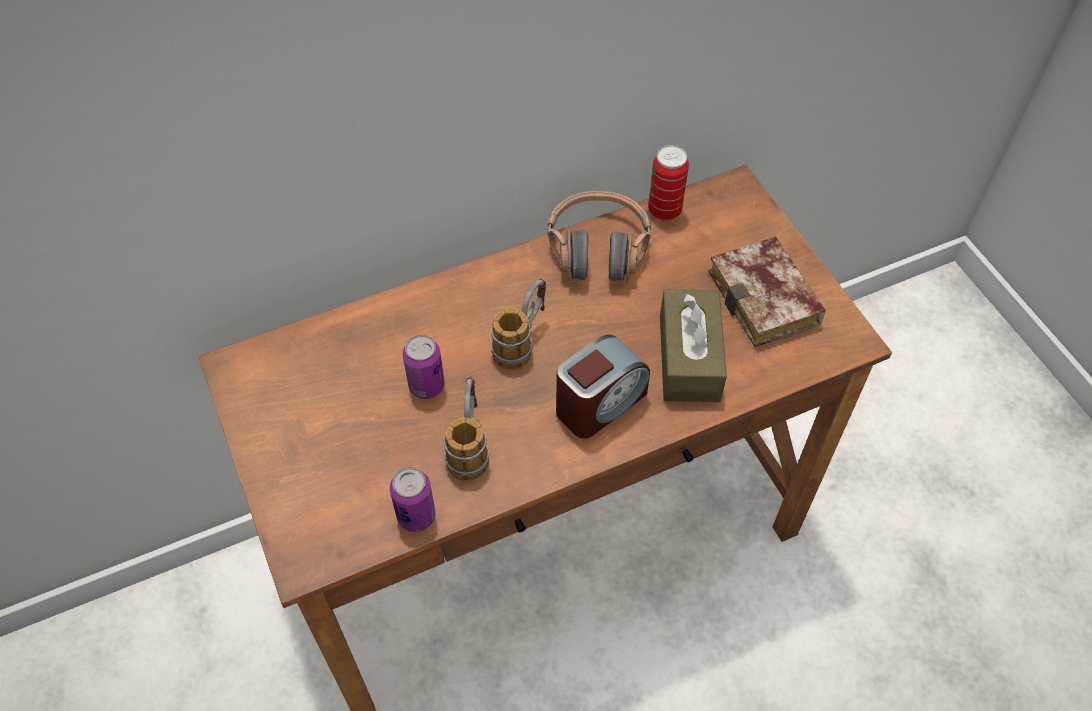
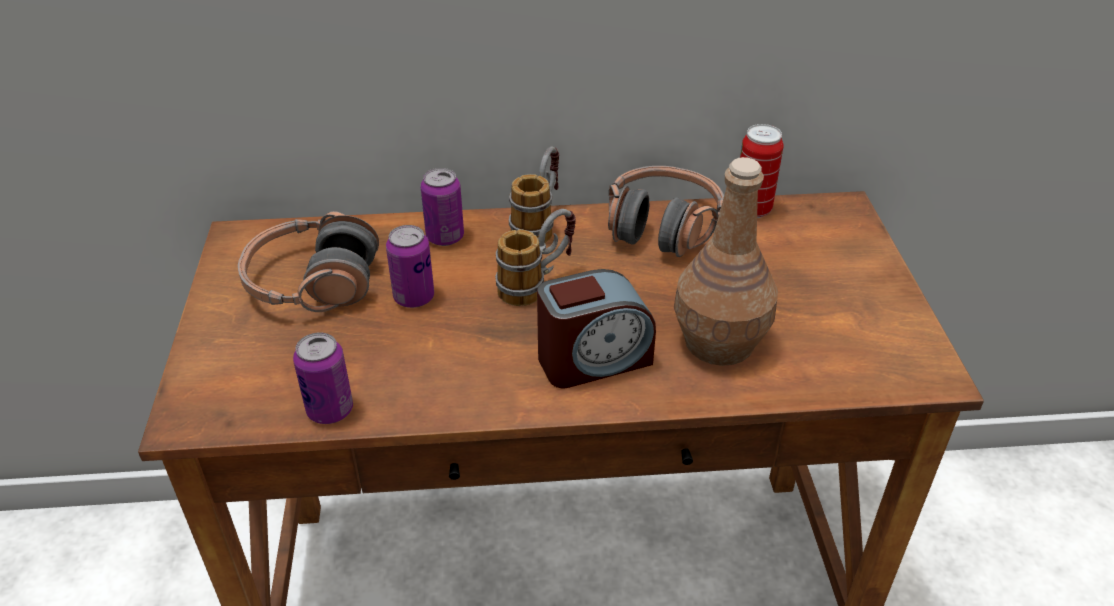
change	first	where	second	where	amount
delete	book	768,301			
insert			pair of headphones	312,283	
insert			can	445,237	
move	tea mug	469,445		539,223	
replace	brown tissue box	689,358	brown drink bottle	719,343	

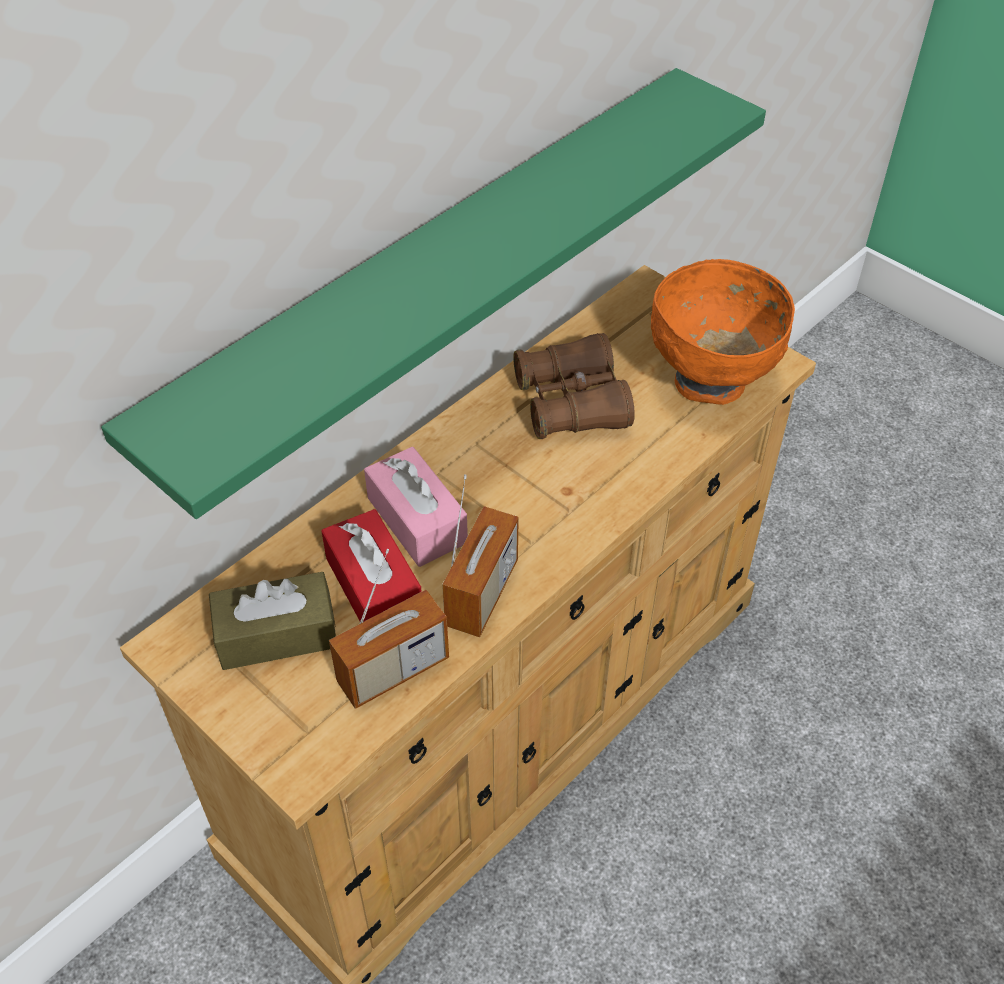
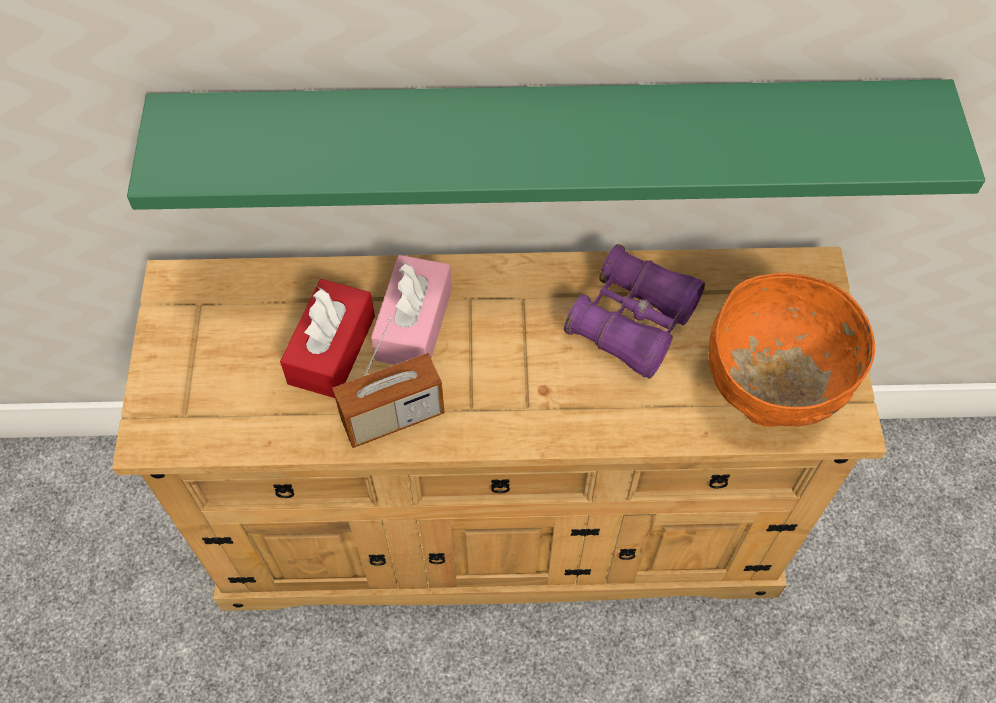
change	first	where	second	where	amount
delete	brown tissue box	277,634			
delete	radio receiver	393,671			
recolor	brown field glasses	572,403	purple field glasses	632,322	

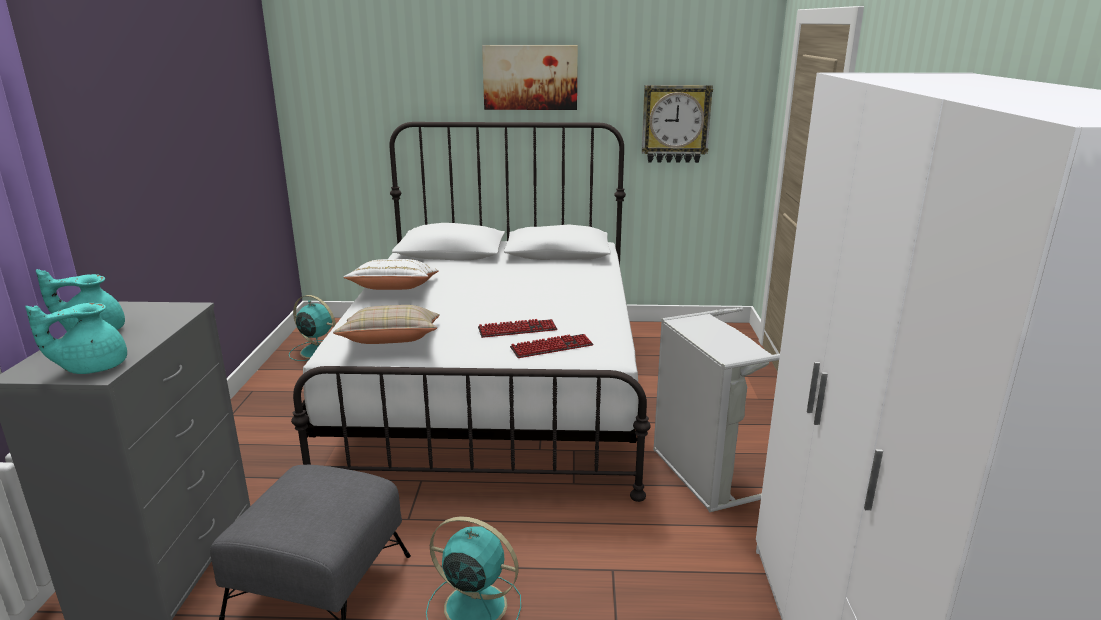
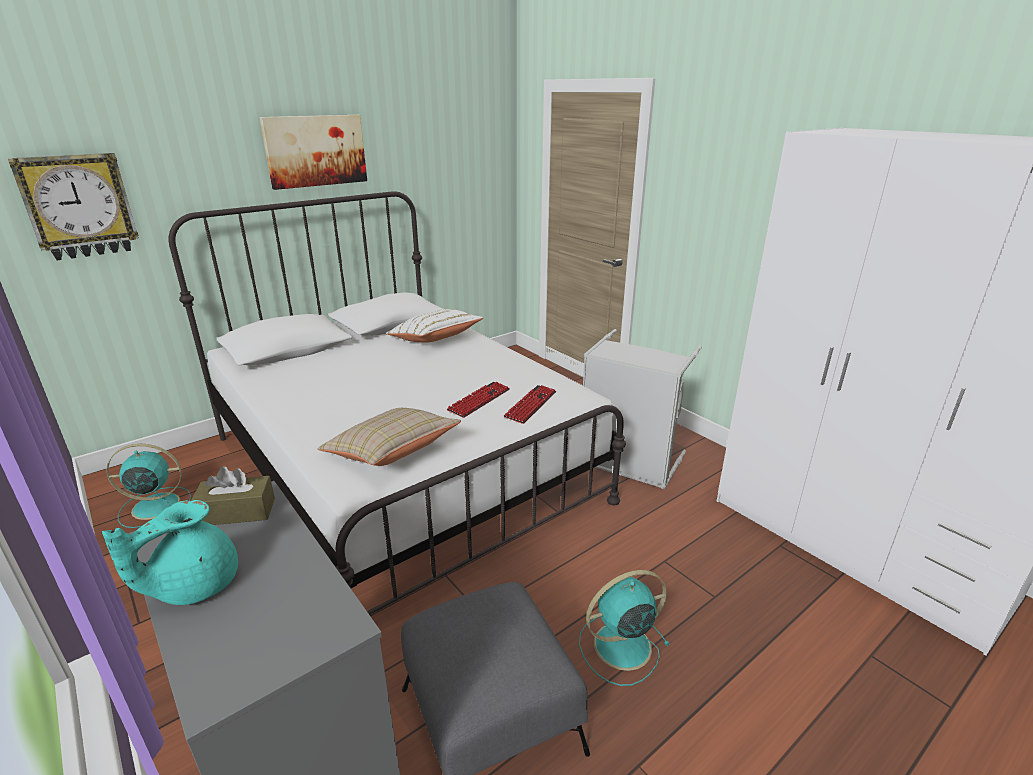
change	first	where	second	where	amount
delete	blue-green tea pot	92,367			
insert			brown tissue box	237,512	
move	white throw pillow	394,290		435,340	
move	wall clock	675,124		79,206	

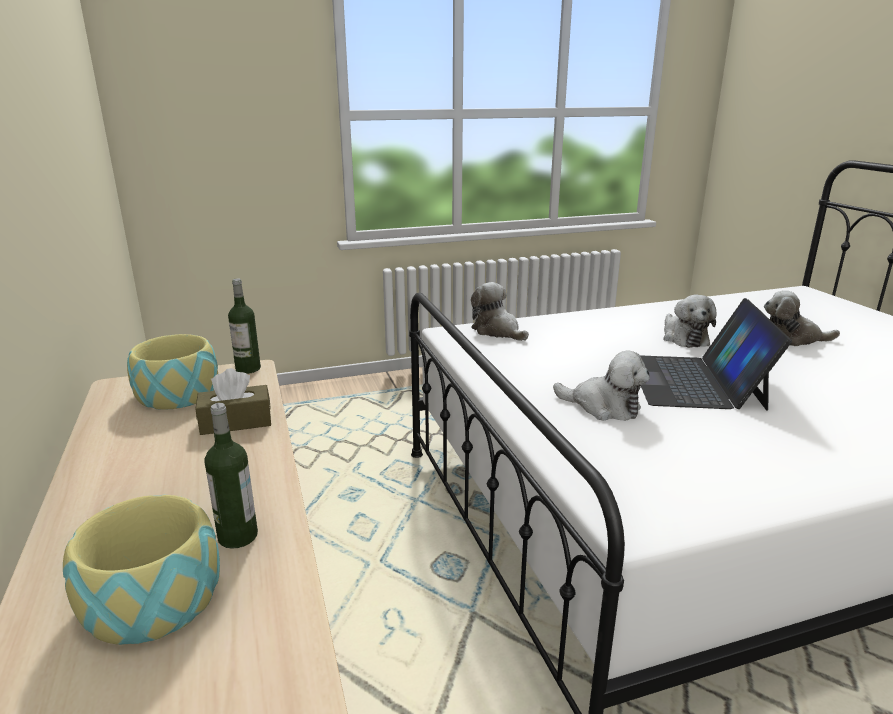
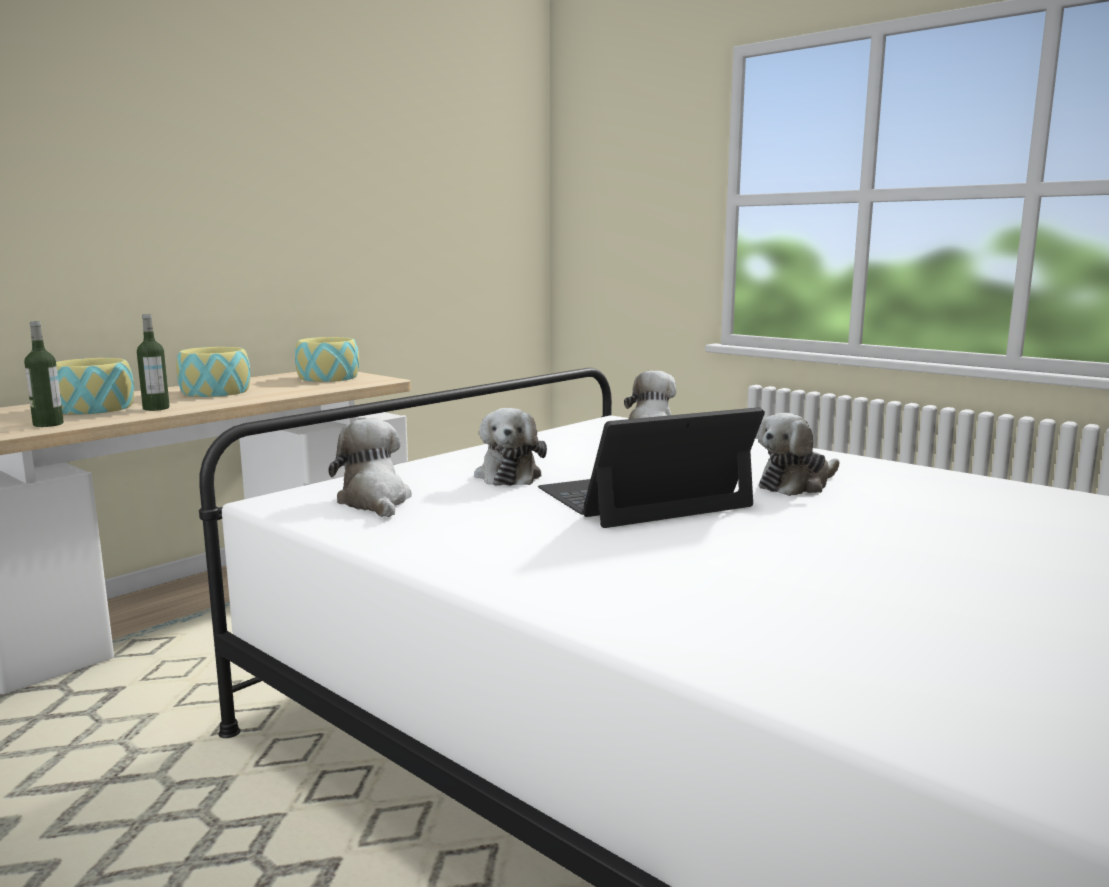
change	first	where	second	where	amount
delete	brown tissue box	236,422			
insert			serving bowl	216,392	
move	drink bottle	248,369		48,424	
move	soft toy	792,339		375,501	

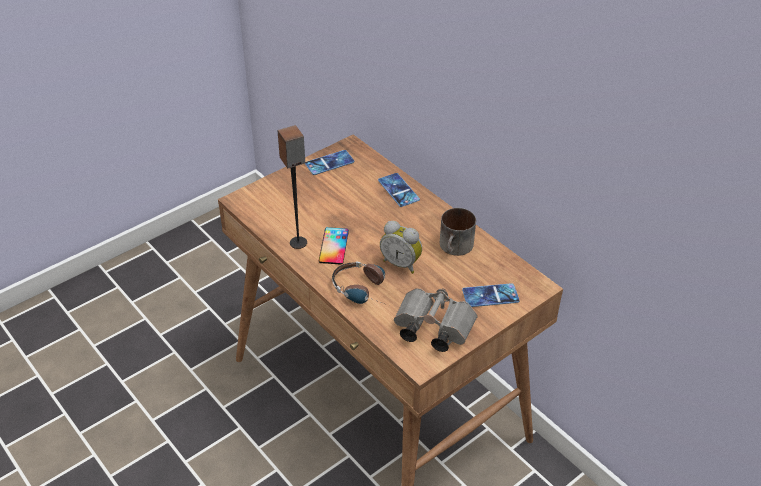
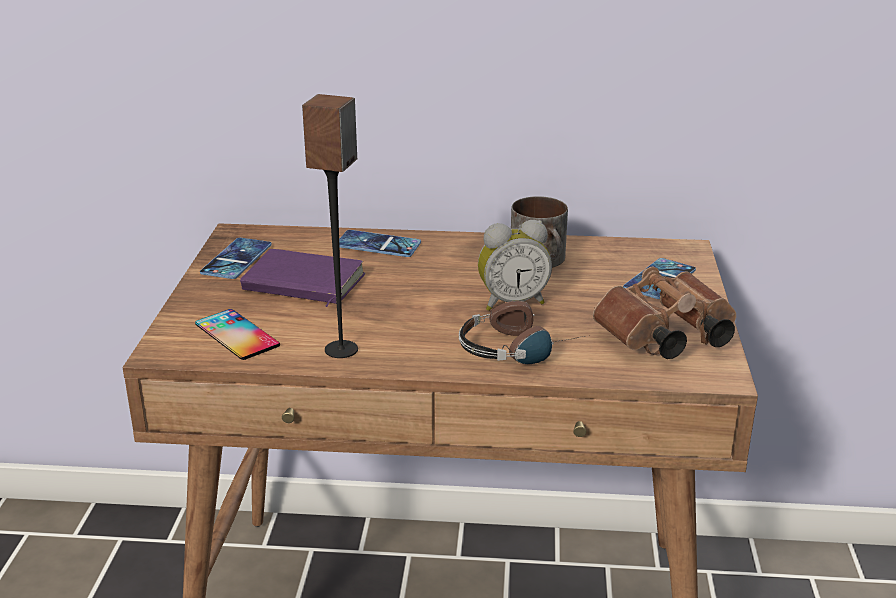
change	first	where	second	where	amount
insert			purple book	302,285	
move	phone	333,246		237,335	
recolor	gray field glasses	431,329	brown field glasses	663,339	

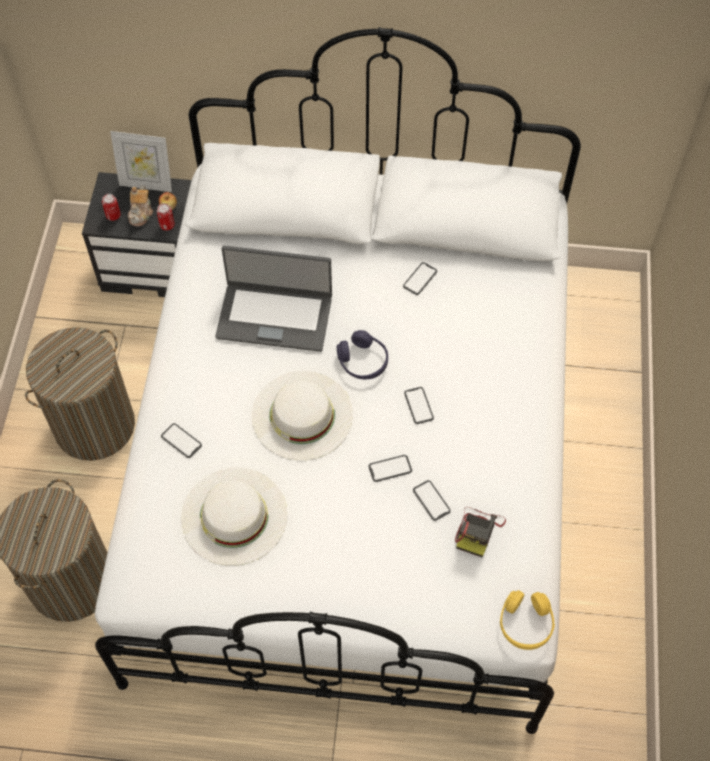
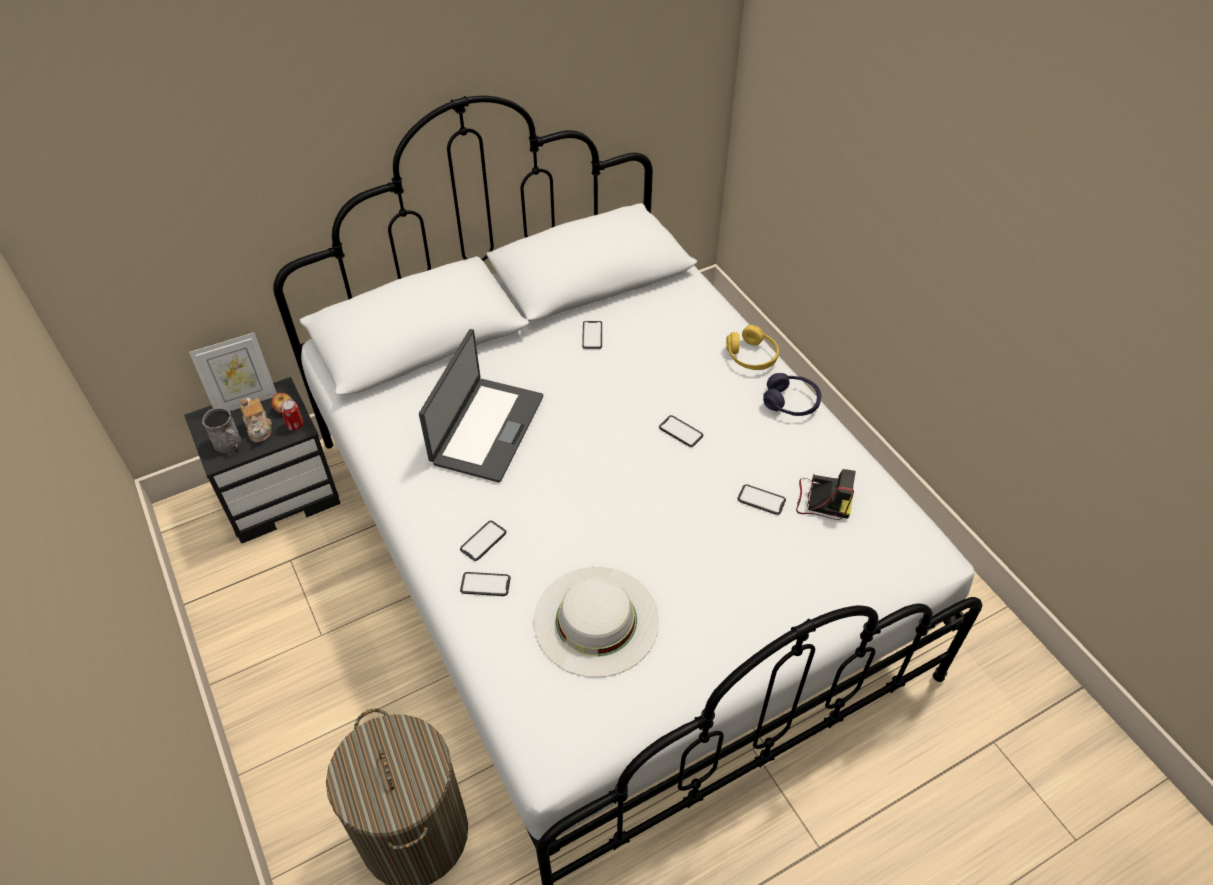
change	first	where	second	where	amount
delete	washing basket	94,425			
delete	white hat	302,415			
move	purple pair of headphones	363,361		791,402	
move	phone	390,468		483,541	
move	yellowish pair of headphones	525,623		751,356	
replace	can	113,215	gray tea mug	230,444	
rotate	notebook computer	274,316		486,429	45 degrees counterclockwise
rotate	still camera	478,531		821,501	60 degrees counterclockwise

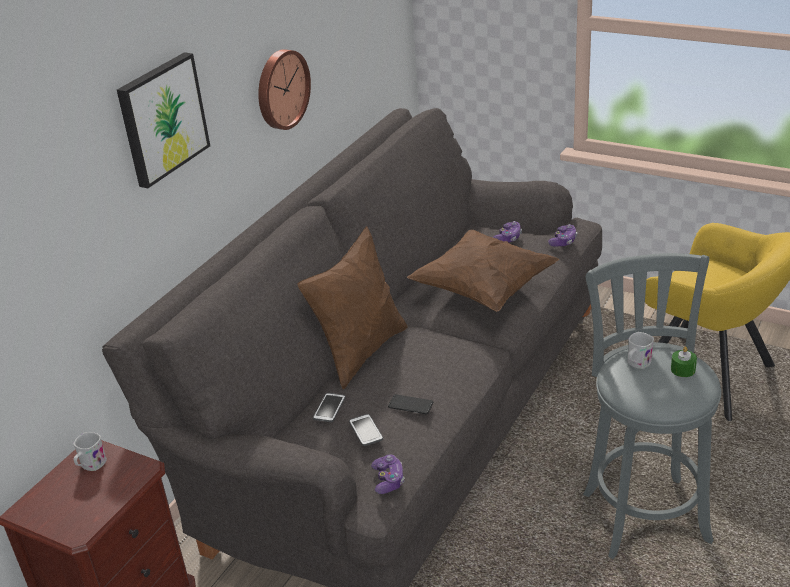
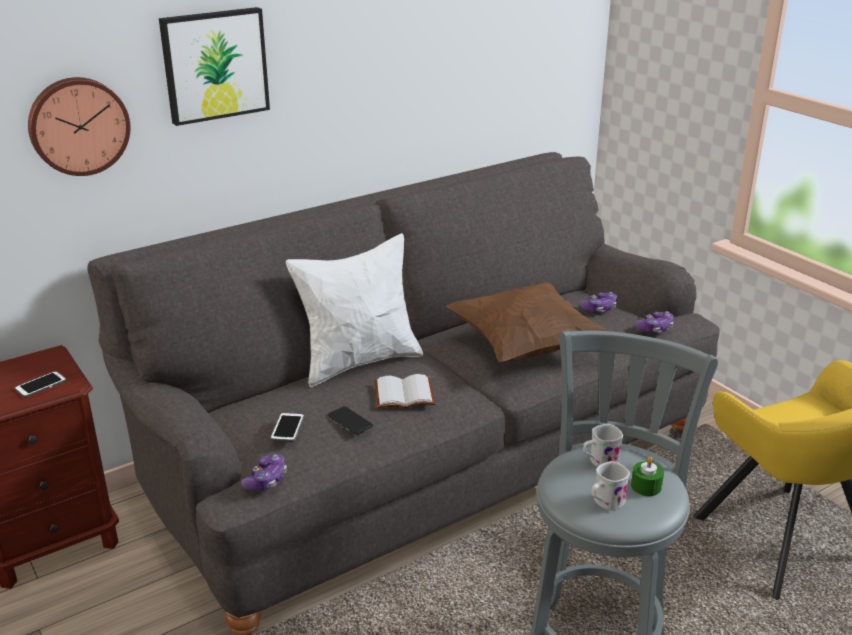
change	first	where	second	where	amount
insert			white book	405,393	
move	white tea mug	91,466		605,503	
move	wall clock	281,89		78,125	
move	phone	329,408		41,385	
recolor	brown throw pillow	360,352	white throw pillow	359,361	

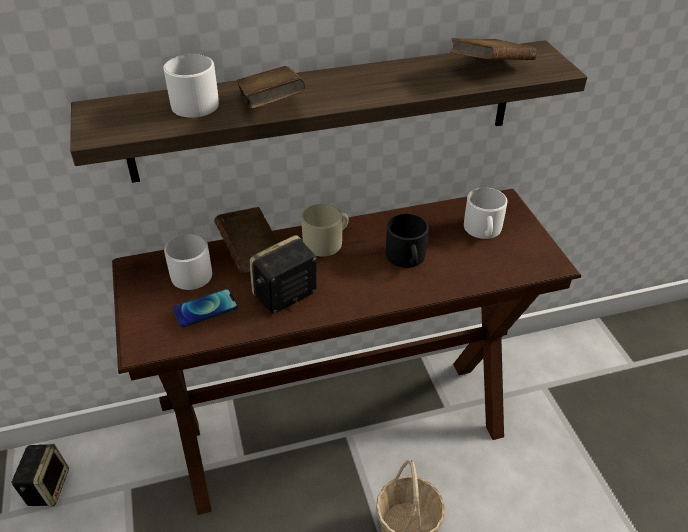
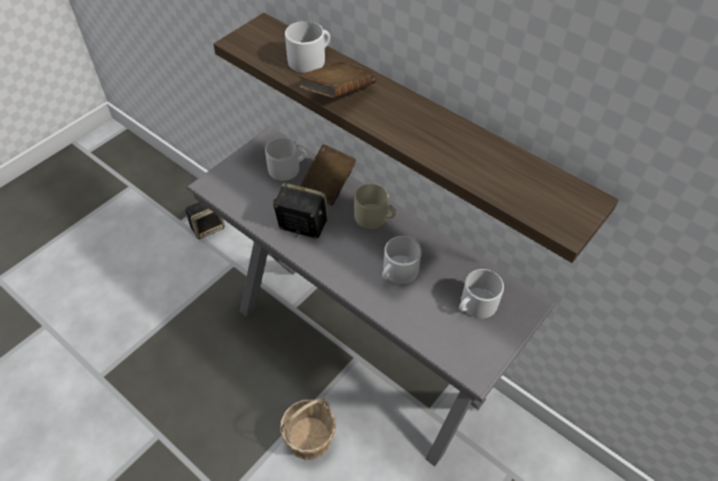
change	first	where	second	where	amount
delete	phone	205,309			
delete	brown book	490,69			
recolor	brown hall table	344,430	gray hall table	357,353	
recolor	blackish tea mug	407,258	white tea mug	397,272	

